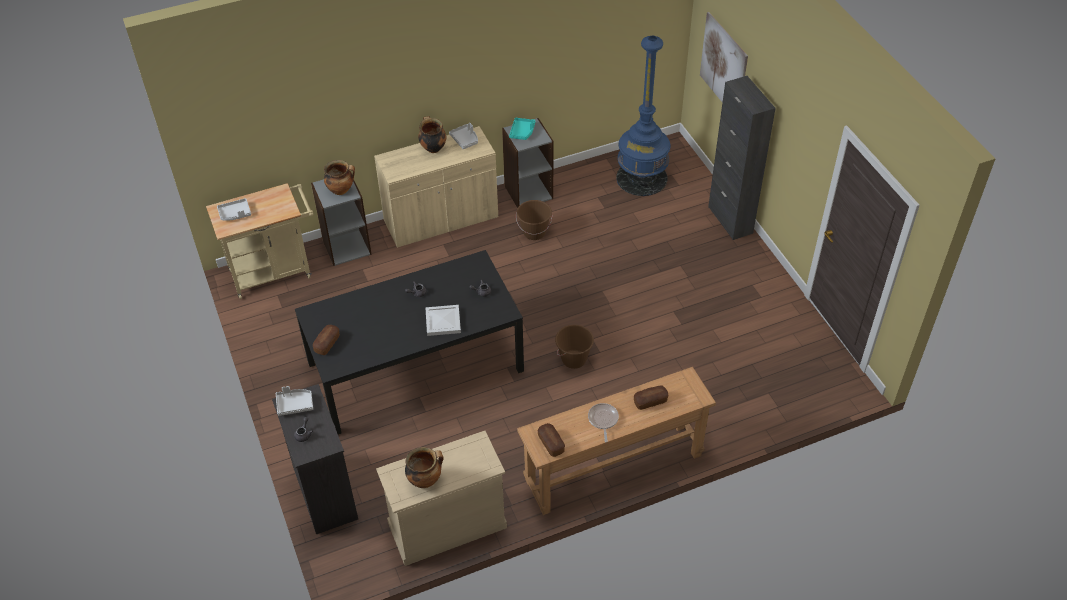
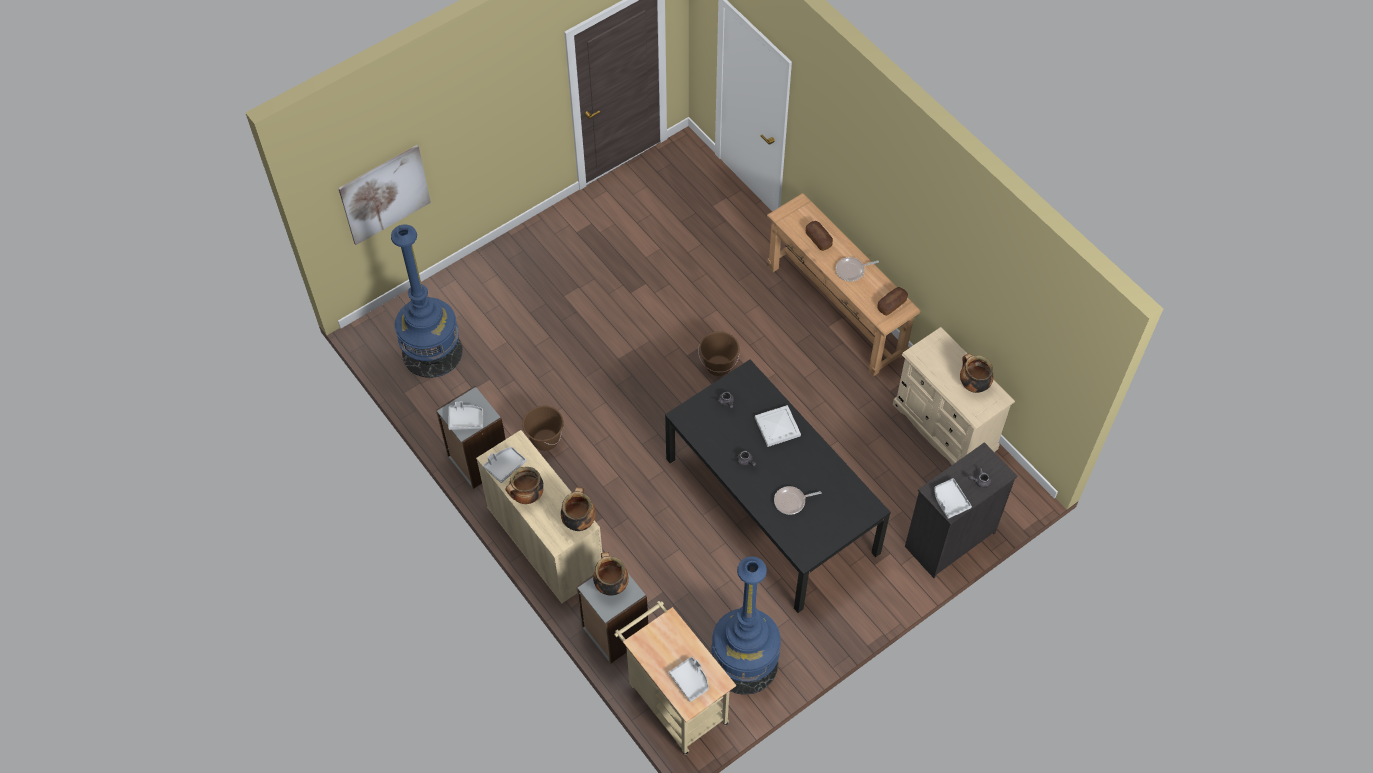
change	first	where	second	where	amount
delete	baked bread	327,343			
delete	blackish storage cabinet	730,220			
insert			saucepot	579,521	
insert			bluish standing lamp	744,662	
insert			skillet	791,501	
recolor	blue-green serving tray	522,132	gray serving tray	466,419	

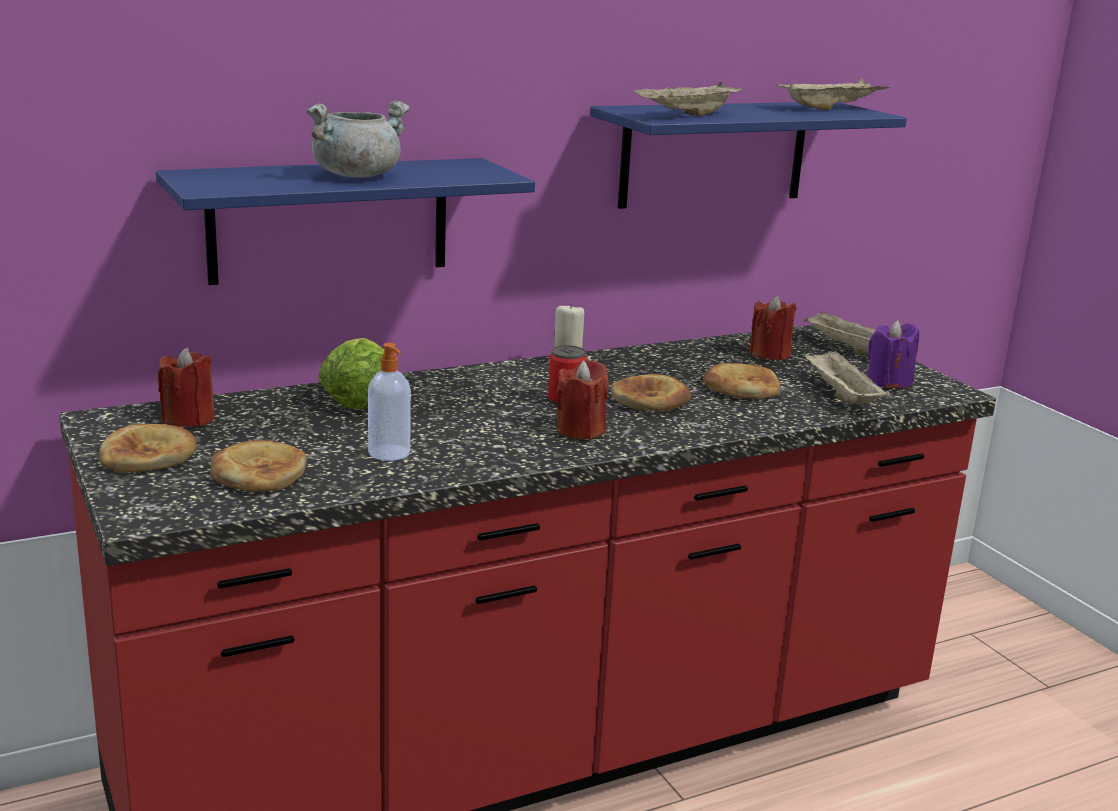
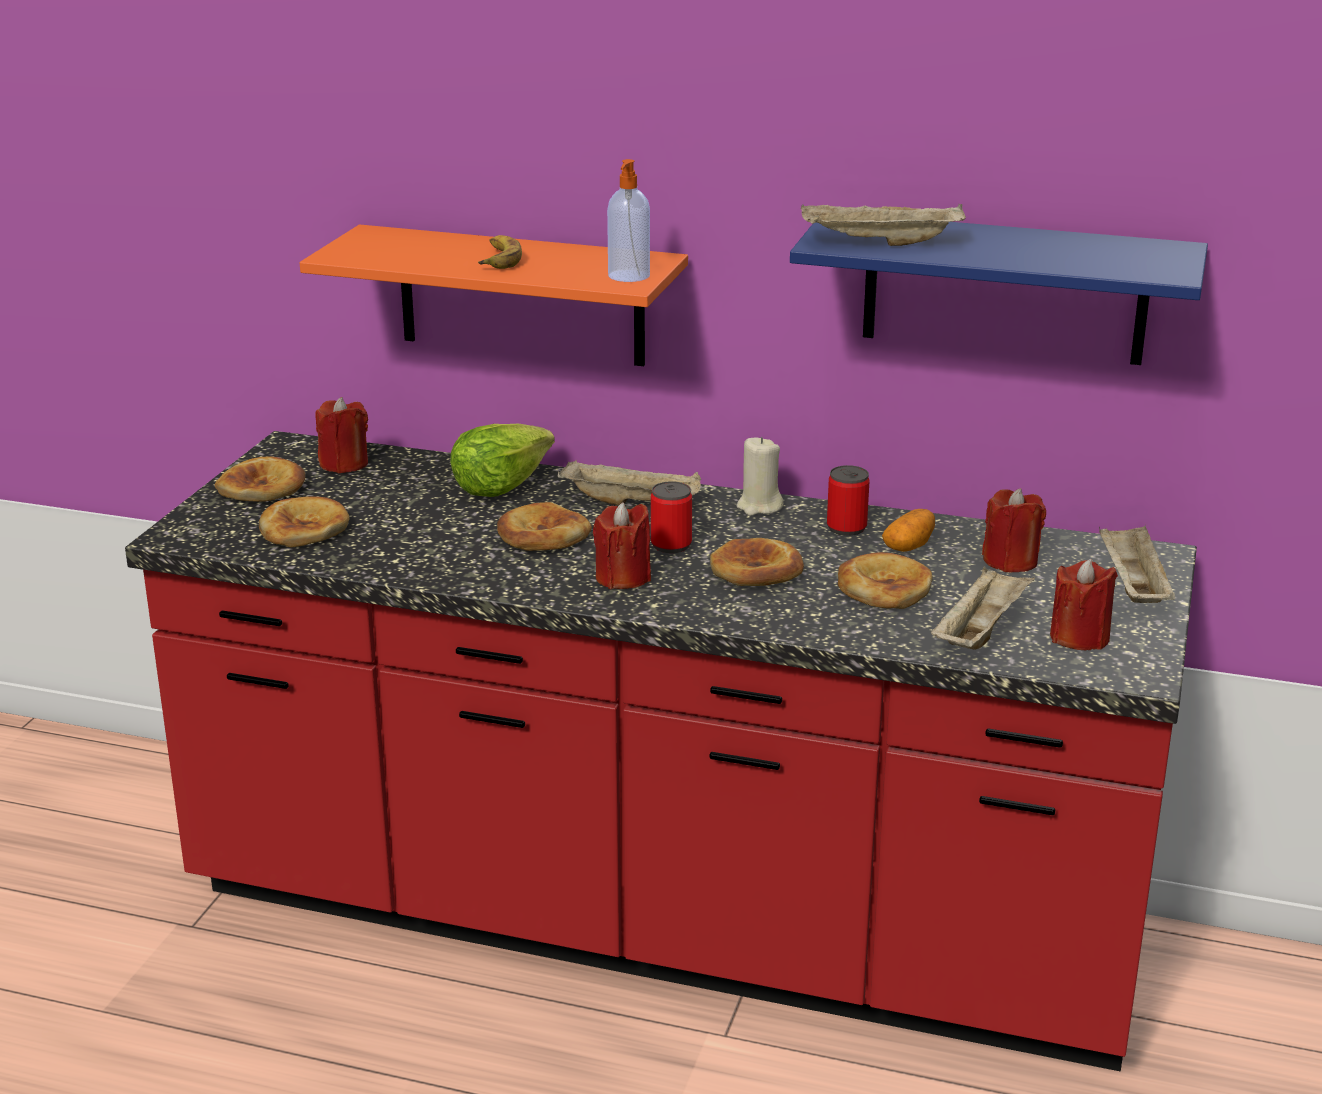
change	first	where	second	where	amount
insert			baked bread	542,535	
insert			can	846,528	
insert			whole potato	909,546	
move	soap bottle	390,453		628,276	
move	sand-coloured serving tray	830,108		633,502	
replace	gray saucepot	357,175	banana fruit	498,259	
recolor	bluish bracket shelf	329,220	orange bracket shelf	521,296	
recolor	purple wax candle	888,382	reddish wax candle	1079,637	

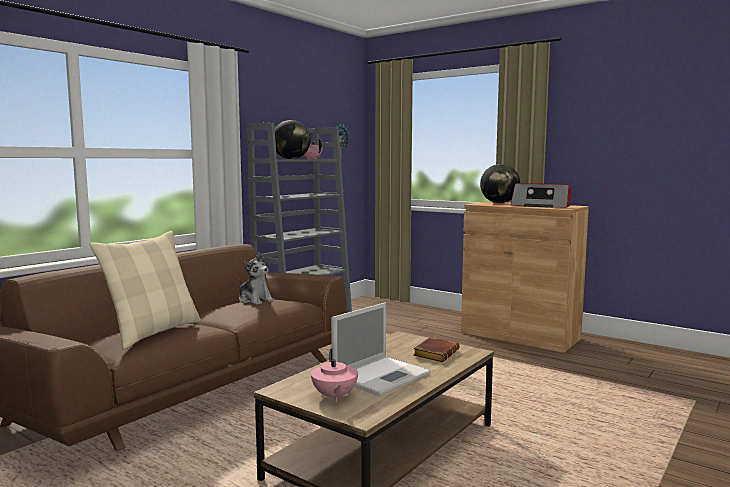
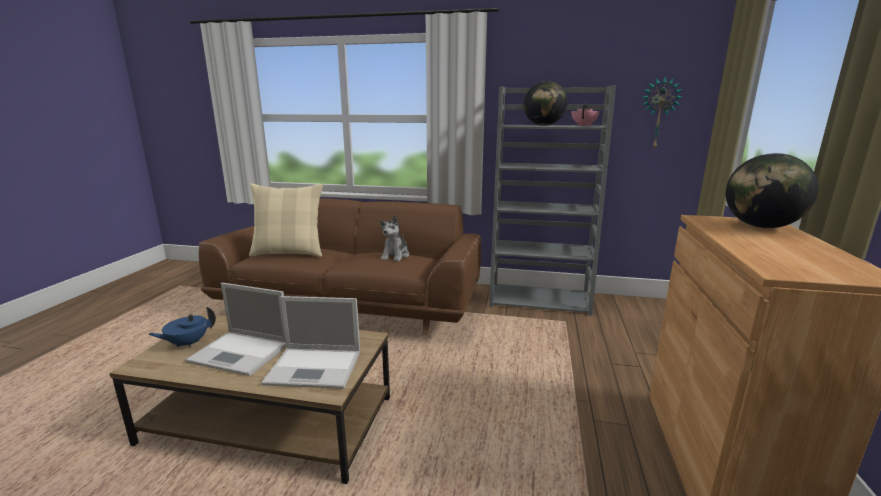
change	first	where	second	where	amount
delete	radio receiver	541,206			
replace	brown book	435,353	notebook computer	316,368	
recolor	pink-coloured tea pot	334,397	bluish tea pot	187,343	

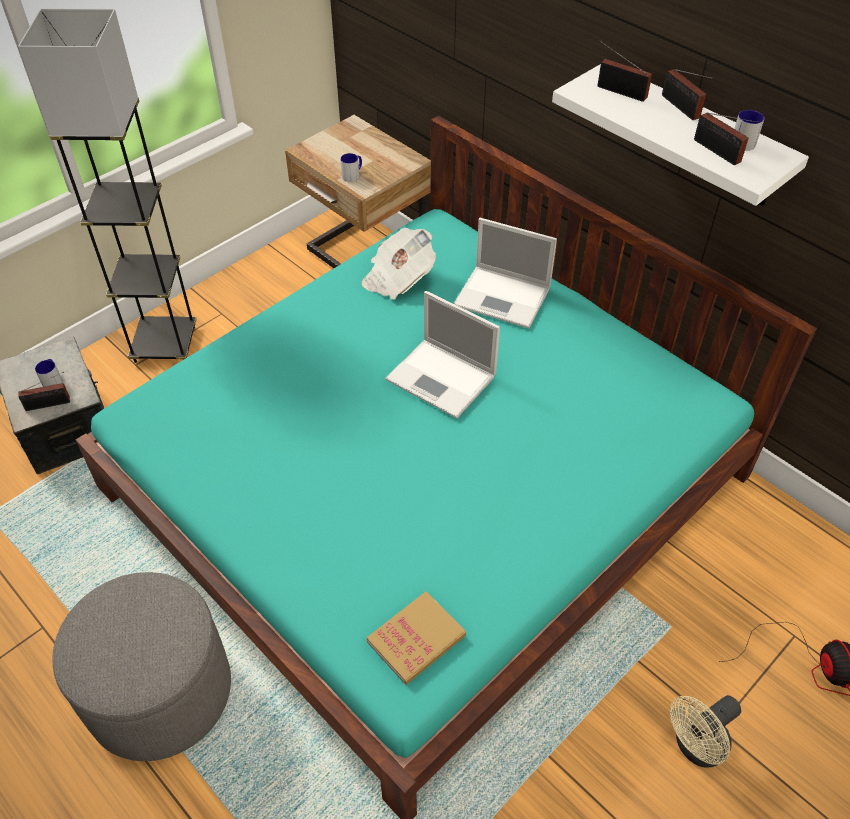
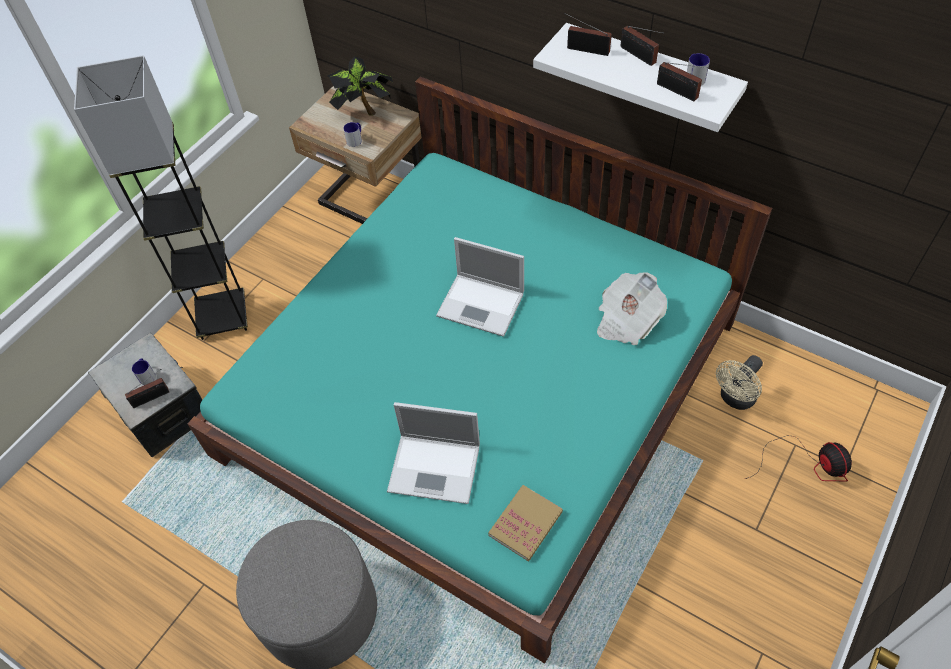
change	first	where	second	where	amount
insert			houseplant	364,111	
move	daily paper	398,278		627,320	
move	notebook computer	504,297		436,468	
move	sand-coloured electric fan	695,747		735,399	

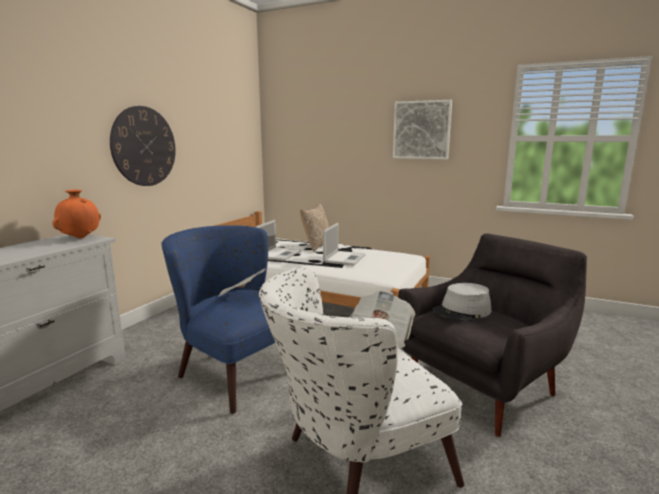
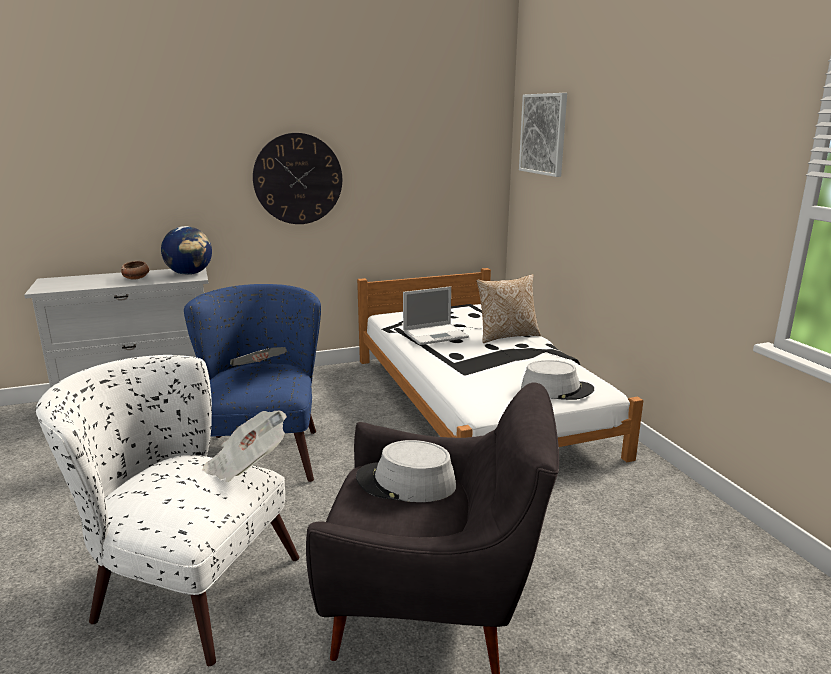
change	first	where	second	where	amount
delete	notebook computer	345,258			
insert			serving bowl	136,278	
insert			gray hat	556,389	
move	wall picture	421,130		543,134	
replace	orange vase	80,238	desk globe	190,274	

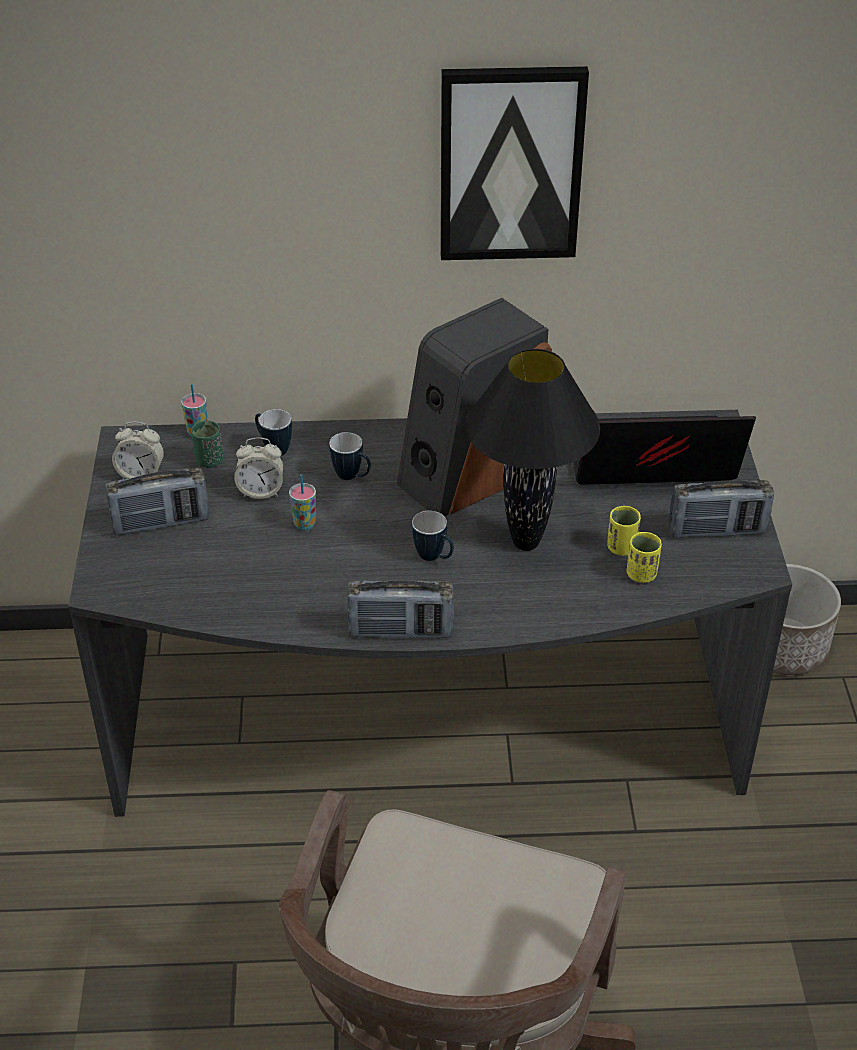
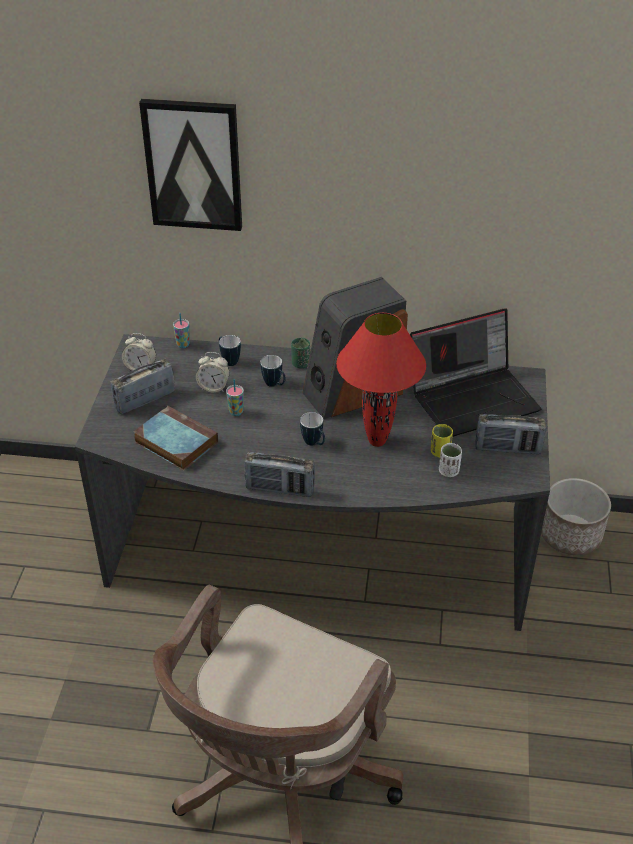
change	first	where	second	where	amount
insert			book	174,442	
move	greenish small cup	209,461		300,364	
move	wall picture	510,164		193,165	
recolor	blackish tabletop lamp	524,542	reddish tabletop lamp	376,441	
recolor	yellowish small cup	641,574	white small cup	448,471	
rotate	radio receiver	161,523		145,400	150 degrees clockwise
rotate	notebook computer	648,463		473,398	150 degrees clockwise

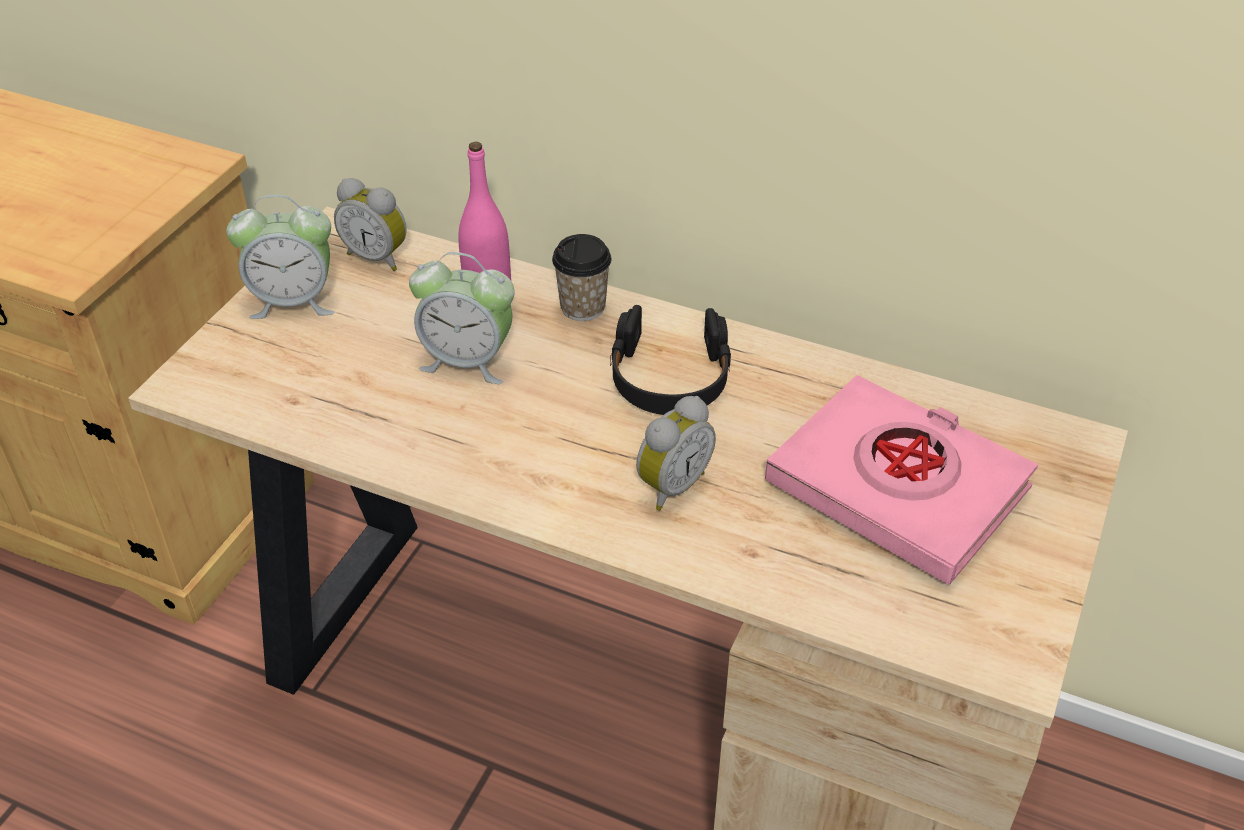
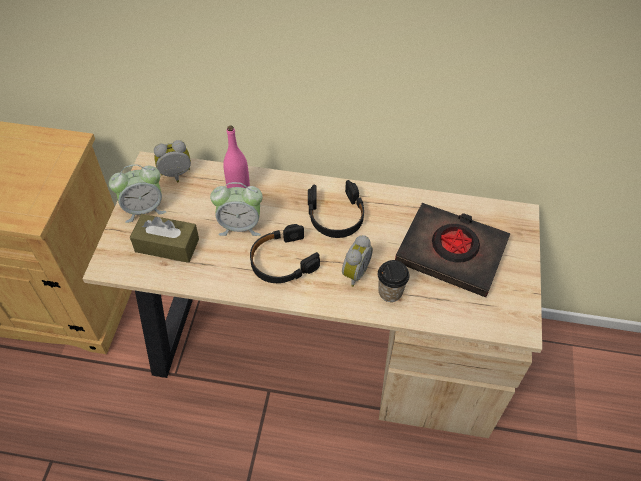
change	first	where	second	where	amount
insert			brown tissue box	167,245	
insert			blackish pair of headphones	282,261	
move	small cup	583,307		390,292	
recolor	pink-coloured book	898,487	blackish book	451,253	
rotate	alarm clock	378,257		176,176	150 degrees clockwise

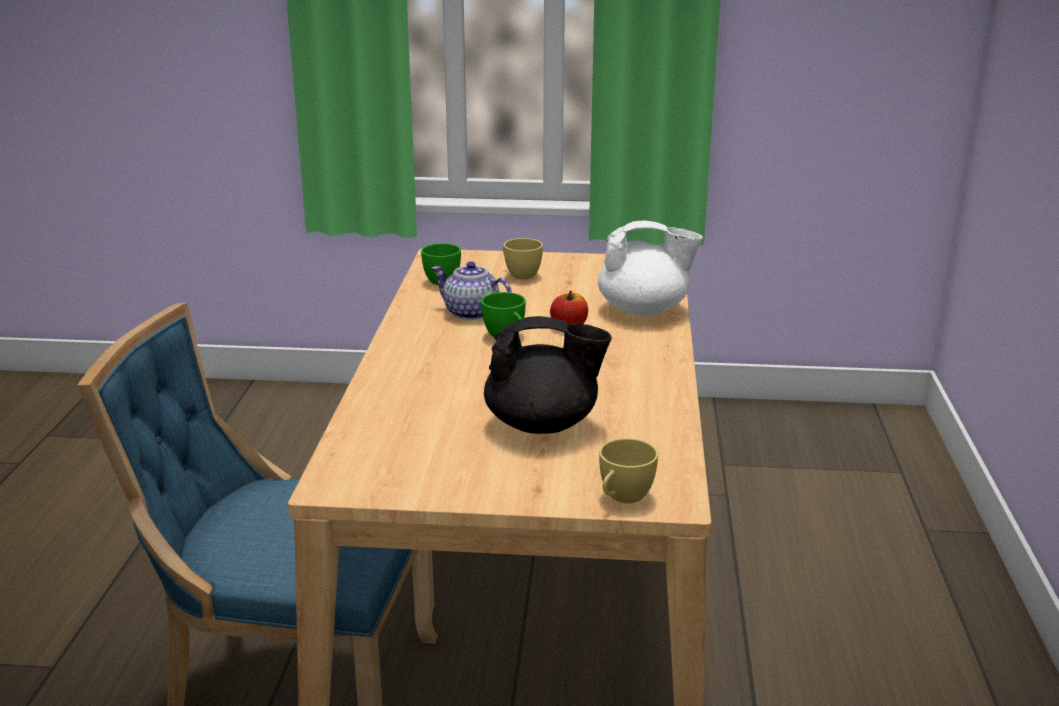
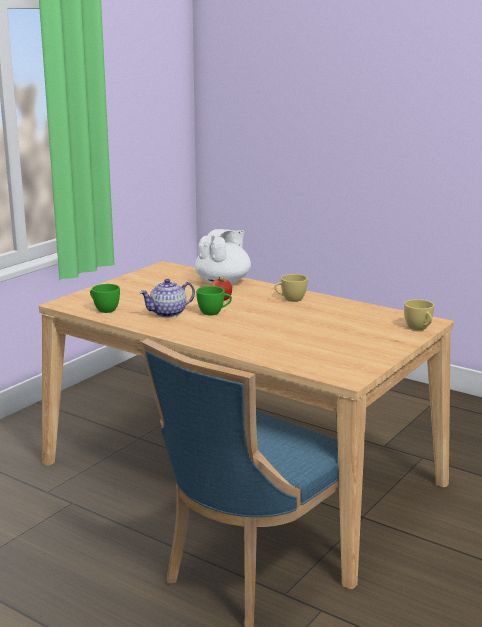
change	first	where	second	where	amount
delete	blackish tea pot	543,424			
move	yellowish small cup	519,274		290,299	

